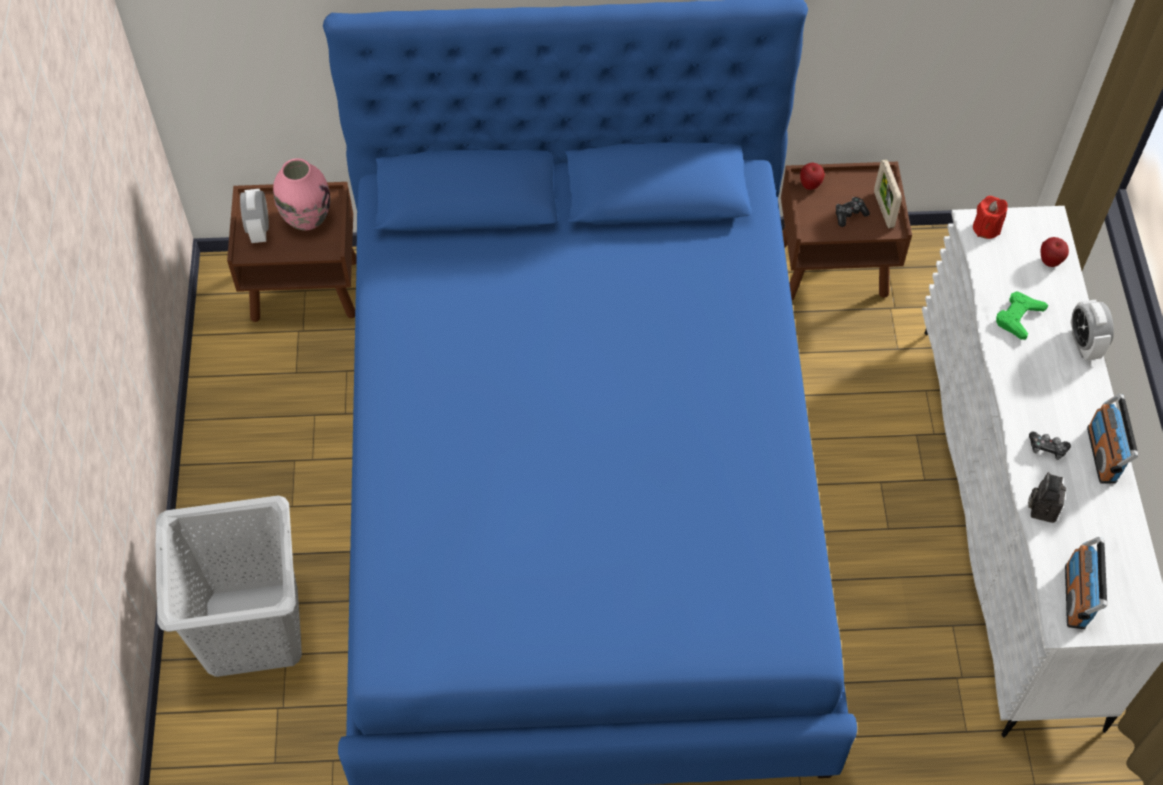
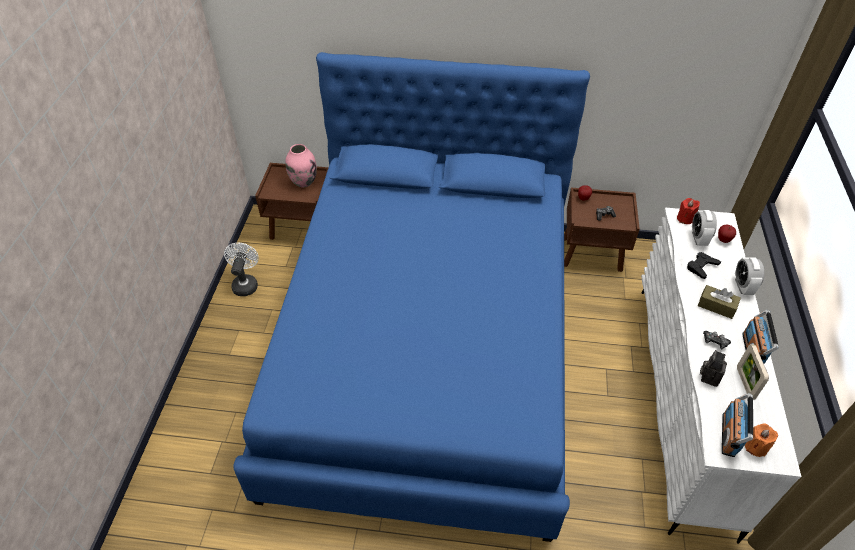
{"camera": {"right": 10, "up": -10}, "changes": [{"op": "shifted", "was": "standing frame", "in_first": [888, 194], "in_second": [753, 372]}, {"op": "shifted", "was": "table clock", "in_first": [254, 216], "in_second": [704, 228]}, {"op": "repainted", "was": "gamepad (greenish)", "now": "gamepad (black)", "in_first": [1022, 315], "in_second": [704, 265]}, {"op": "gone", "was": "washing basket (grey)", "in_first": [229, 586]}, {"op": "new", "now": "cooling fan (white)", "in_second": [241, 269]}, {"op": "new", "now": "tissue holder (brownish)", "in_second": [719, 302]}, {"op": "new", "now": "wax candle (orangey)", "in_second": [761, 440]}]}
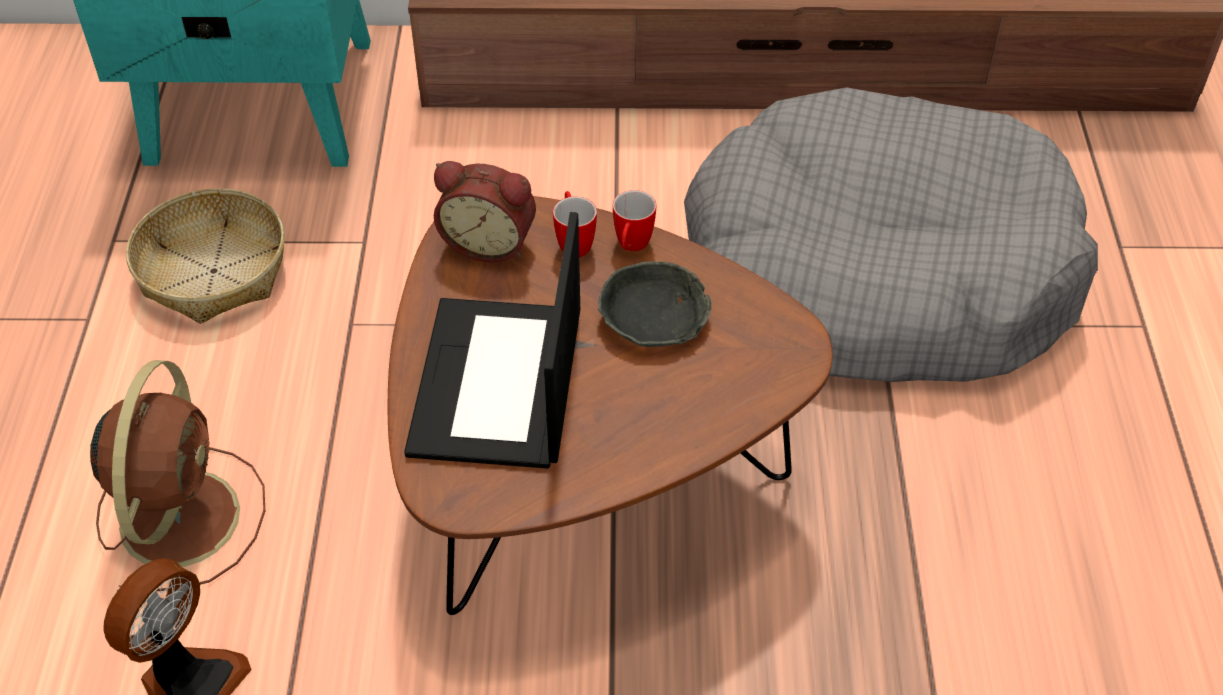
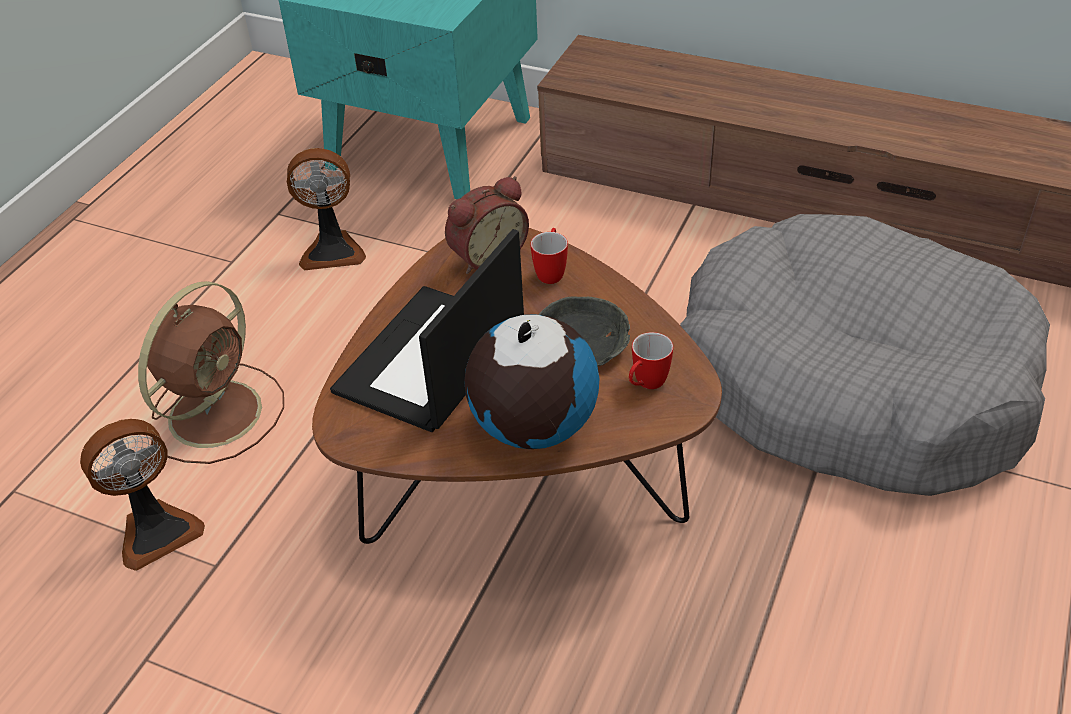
{"camera": {"right": 25, "up": -5}, "changes": [{"op": "rotated", "was": "table clock", "in_first": [485, 211], "in_second": [487, 225], "clockwise": -75}, {"op": "swapped", "was": "household basket", "now": "cooling fan", "in_first": [205, 256], "in_second": [326, 209]}, {"op": "shifted", "was": "mug", "in_first": [634, 220], "in_second": [651, 360]}, {"op": "new", "now": "world globe", "in_second": [531, 381]}]}
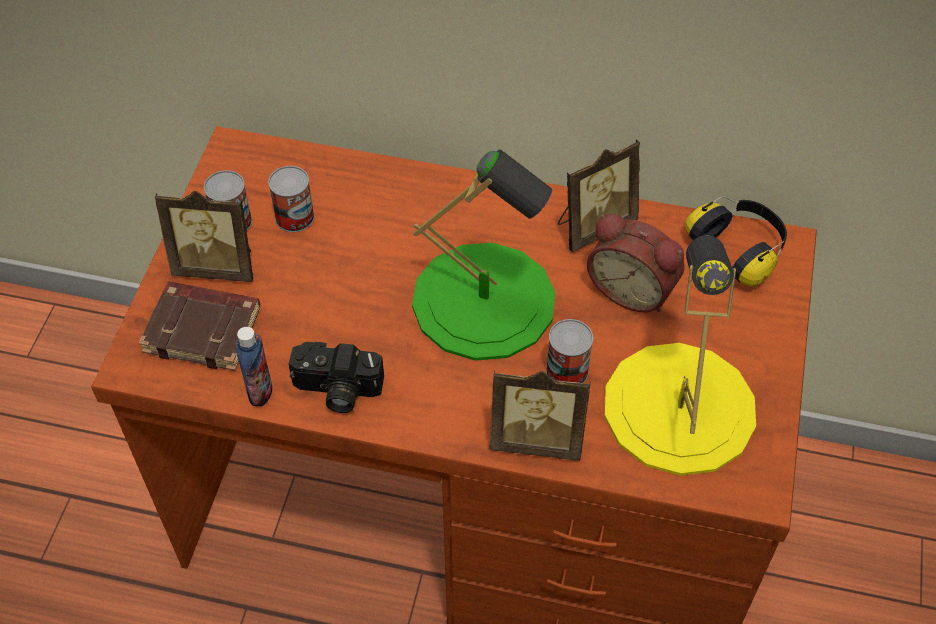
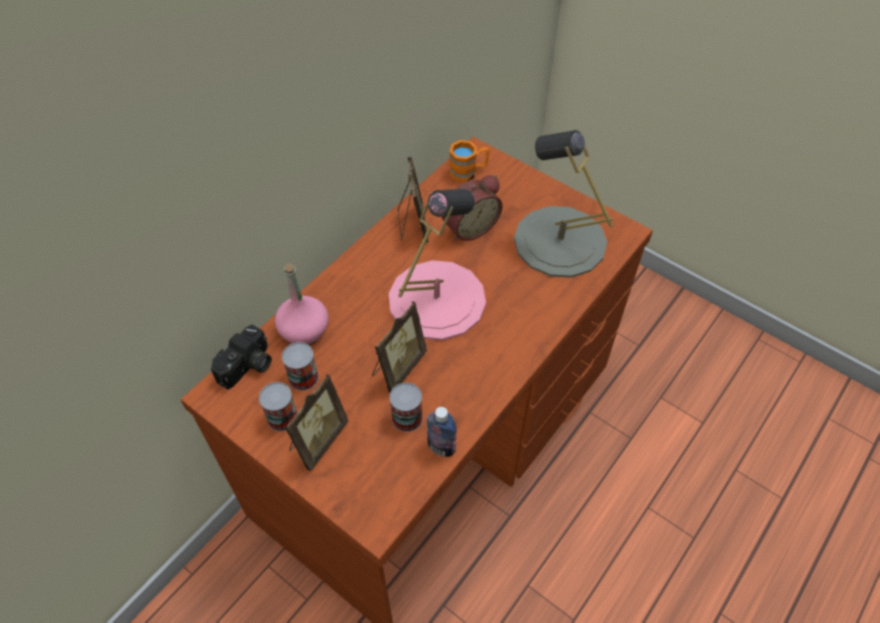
{"camera": {"right": -65, "up": 0}, "changes": [{"op": "repainted", "was": "tabletop lamp (greenish)", "now": "tabletop lamp (pink)", "in_first": [483, 255], "in_second": [437, 264]}, {"op": "swapped", "was": "pair of headphones", "now": "mug (orangey)", "in_first": [736, 241], "in_second": [469, 161]}, {"op": "repainted", "was": "tabletop lamp (yellowish)", "now": "tabletop lamp (grey)", "in_first": [680, 355], "in_second": [563, 204]}, {"op": "gone", "was": "bound book (brownish)", "in_first": [199, 326]}, {"op": "shifted", "was": "sealed can", "in_first": [569, 351], "in_second": [406, 407]}, {"op": "shifted", "was": "photo camera", "in_first": [336, 377], "in_second": [241, 357]}, {"op": "shifted", "was": "standing frame", "in_first": [540, 415], "in_second": [399, 347]}, {"op": "new", "now": "drink bottle (pink)", "in_second": [302, 304]}]}
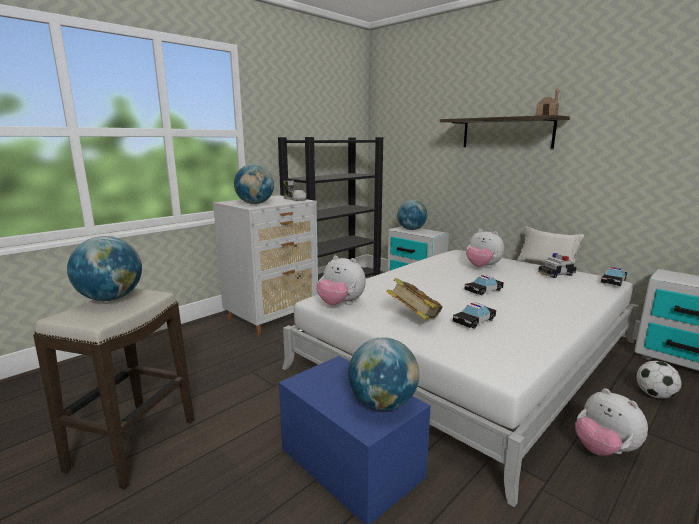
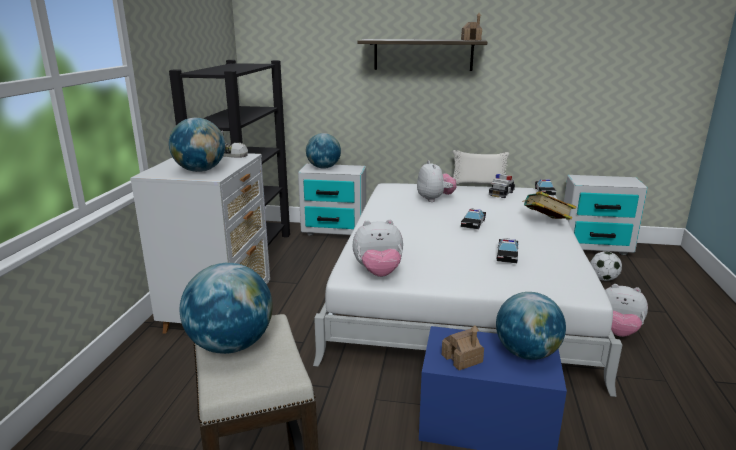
{"camera": {"right": -35, "up": 5}, "changes": [{"op": "rotated", "was": "soft toy", "in_first": [485, 248], "in_second": [437, 181], "clockwise": -105}, {"op": "shifted", "was": "bound book", "in_first": [414, 299], "in_second": [549, 205]}, {"op": "new", "now": "model house", "in_second": [463, 347]}]}
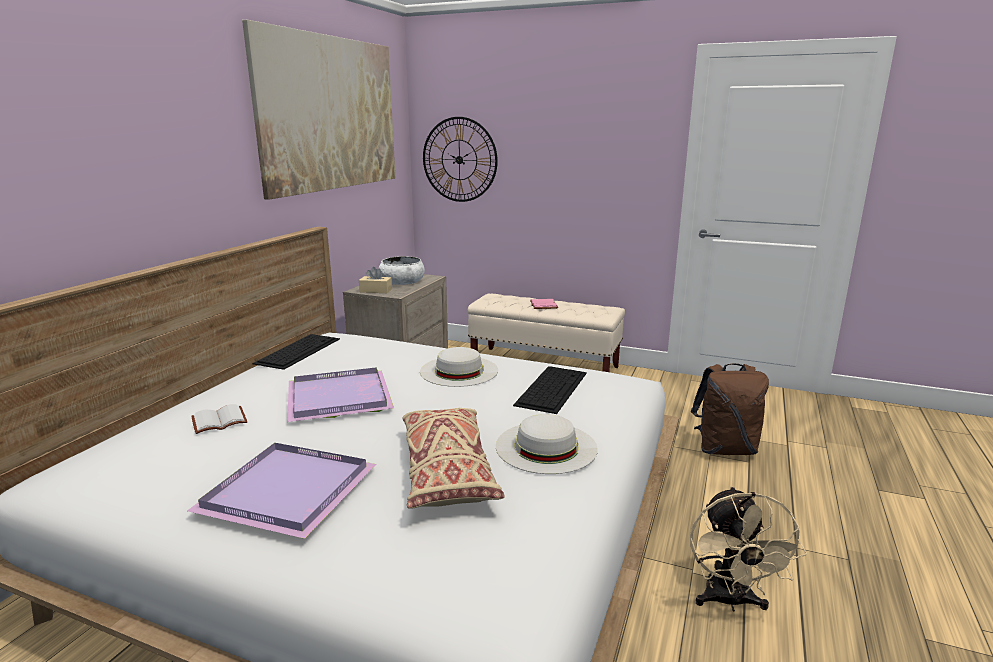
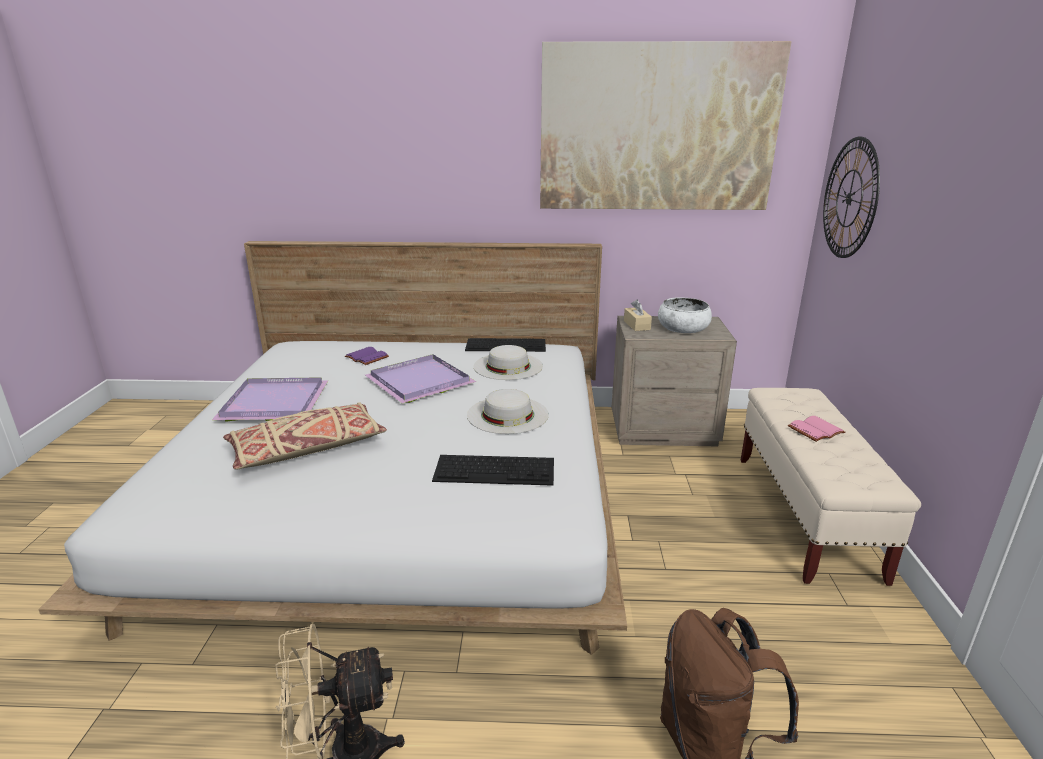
{"camera": {"right": 70, "up": 5}, "changes": [{"op": "repainted", "was": "bound book (white)", "now": "bound book (purplish)", "in_first": [219, 419], "in_second": [366, 356]}, {"op": "shifted", "was": "clothing hat (white)", "in_first": [547, 444], "in_second": [508, 362]}]}
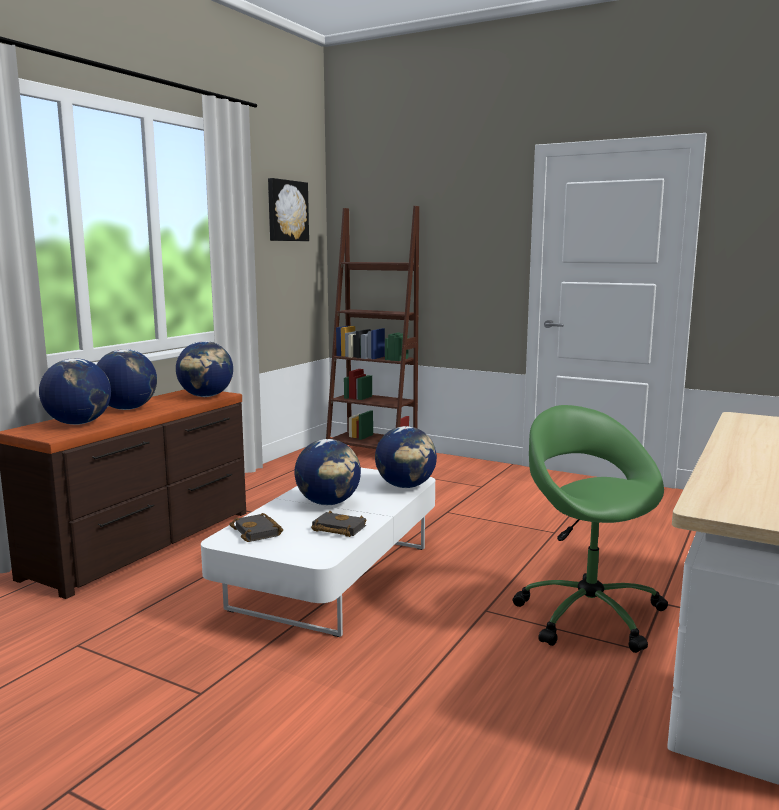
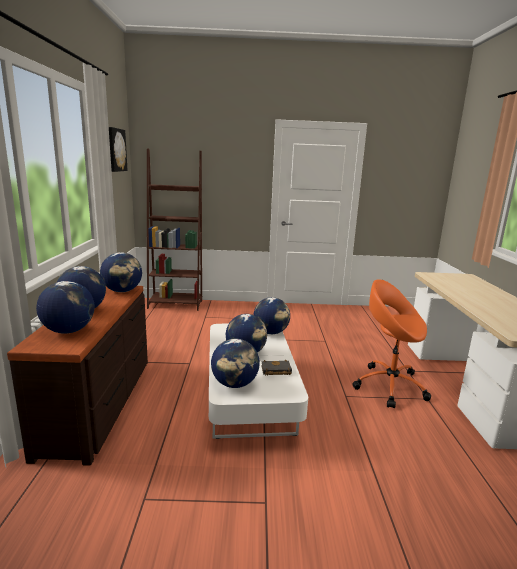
{"camera": {"right": -30, "up": 5}, "changes": [{"op": "repainted", "was": "office chair (greenish)", "now": "office chair (orangey)", "in_first": [590, 529], "in_second": [392, 343]}, {"op": "swapped", "was": "bound book (black)", "now": "world globe", "in_first": [256, 527], "in_second": [235, 363]}]}
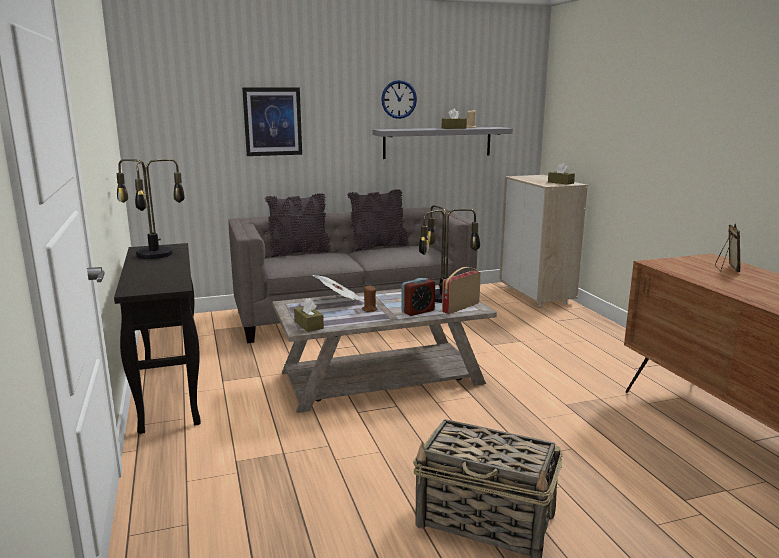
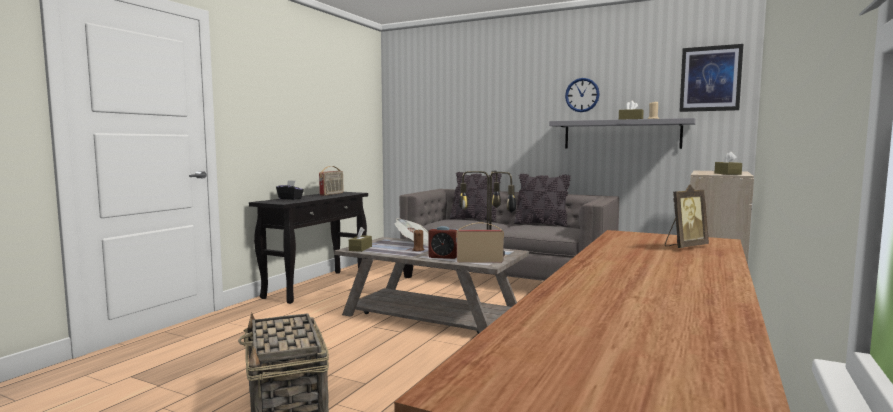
{"camera": {"right": 45, "up": -10}, "changes": [{"op": "shifted", "was": "picture", "in_first": [272, 121], "in_second": [711, 78]}, {"op": "swapped", "was": "tabletop lamp", "now": "radio set", "in_first": [151, 209], "in_second": [331, 181]}, {"op": "new", "now": "tissue holder (black)", "in_second": [290, 190]}]}
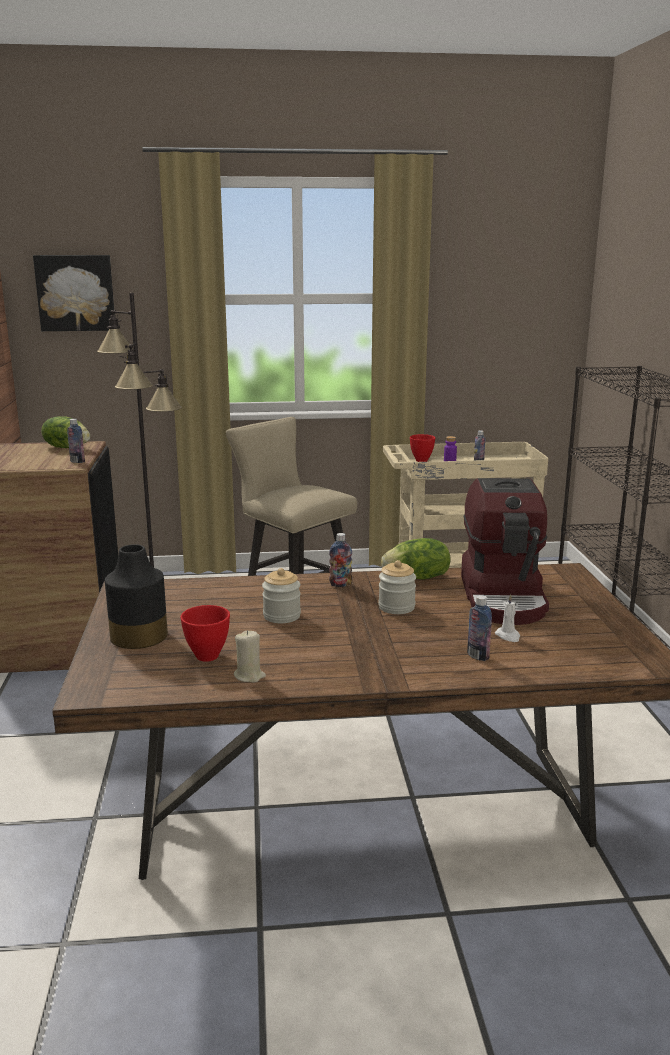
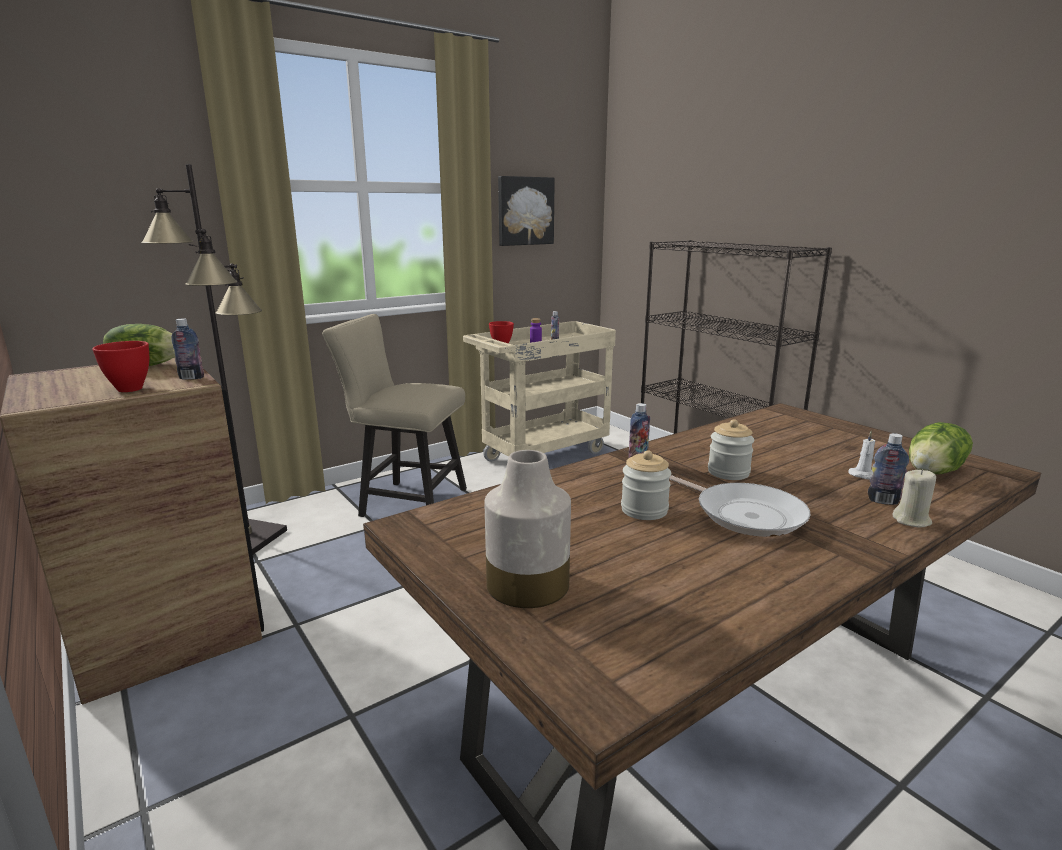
{"camera": {"right": -30, "up": 0}, "changes": [{"op": "shifted", "was": "picture", "in_first": [74, 293], "in_second": [526, 211]}, {"op": "gone", "was": "coffee brewer", "in_first": [505, 551]}, {"op": "shifted", "was": "lettuce", "in_first": [416, 559], "in_second": [941, 448]}, {"op": "repainted", "was": "decorative vase (black)", "now": "decorative vase (beige-coloured)", "in_first": [136, 596], "in_second": [528, 529]}, {"op": "shifted", "was": "bowl (red)", "in_first": [205, 633], "in_second": [120, 366]}, {"op": "shifted", "was": "wax candle (beige-coloured)", "in_first": [250, 656], "in_second": [914, 498]}, {"op": "new", "now": "pan", "in_second": [739, 506]}]}
